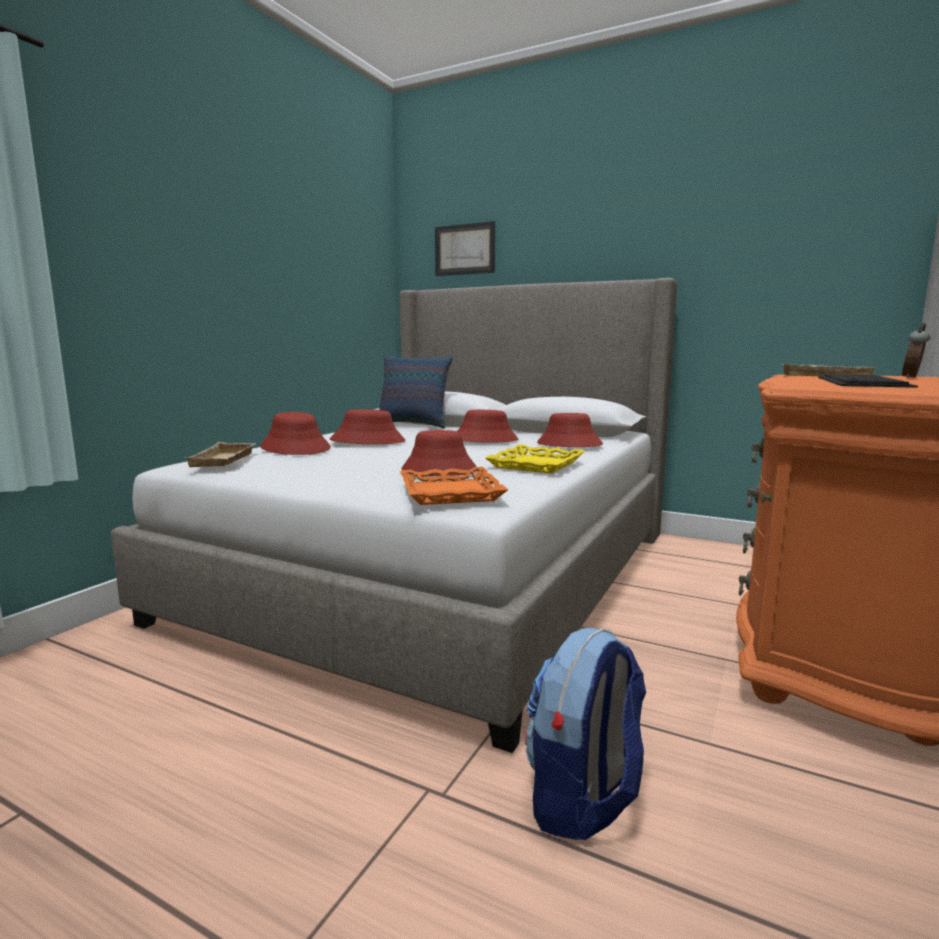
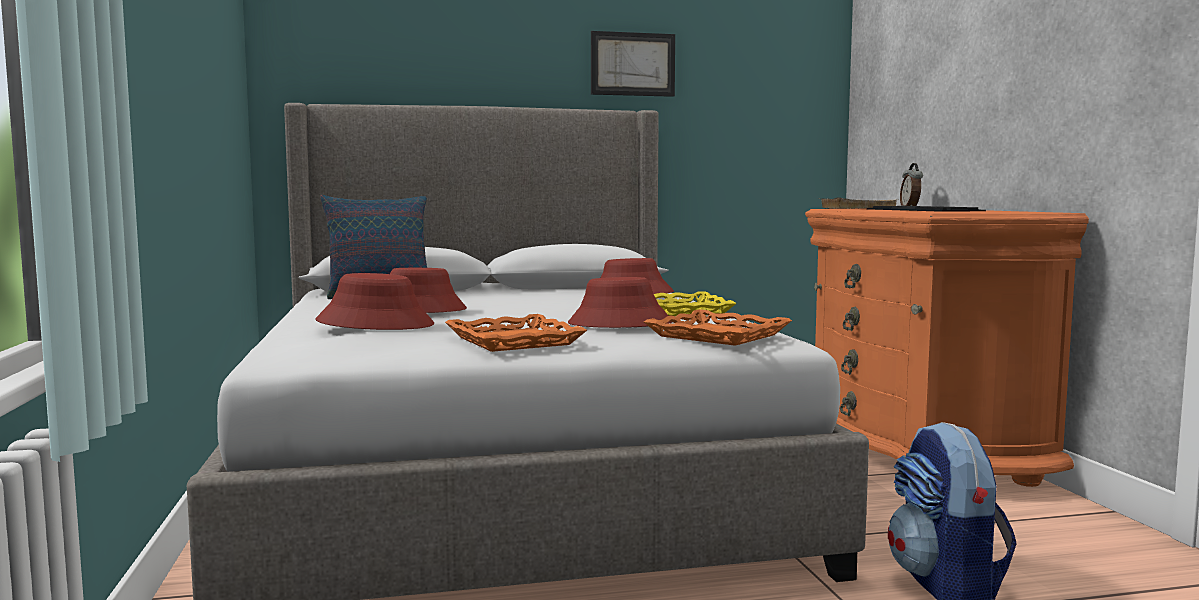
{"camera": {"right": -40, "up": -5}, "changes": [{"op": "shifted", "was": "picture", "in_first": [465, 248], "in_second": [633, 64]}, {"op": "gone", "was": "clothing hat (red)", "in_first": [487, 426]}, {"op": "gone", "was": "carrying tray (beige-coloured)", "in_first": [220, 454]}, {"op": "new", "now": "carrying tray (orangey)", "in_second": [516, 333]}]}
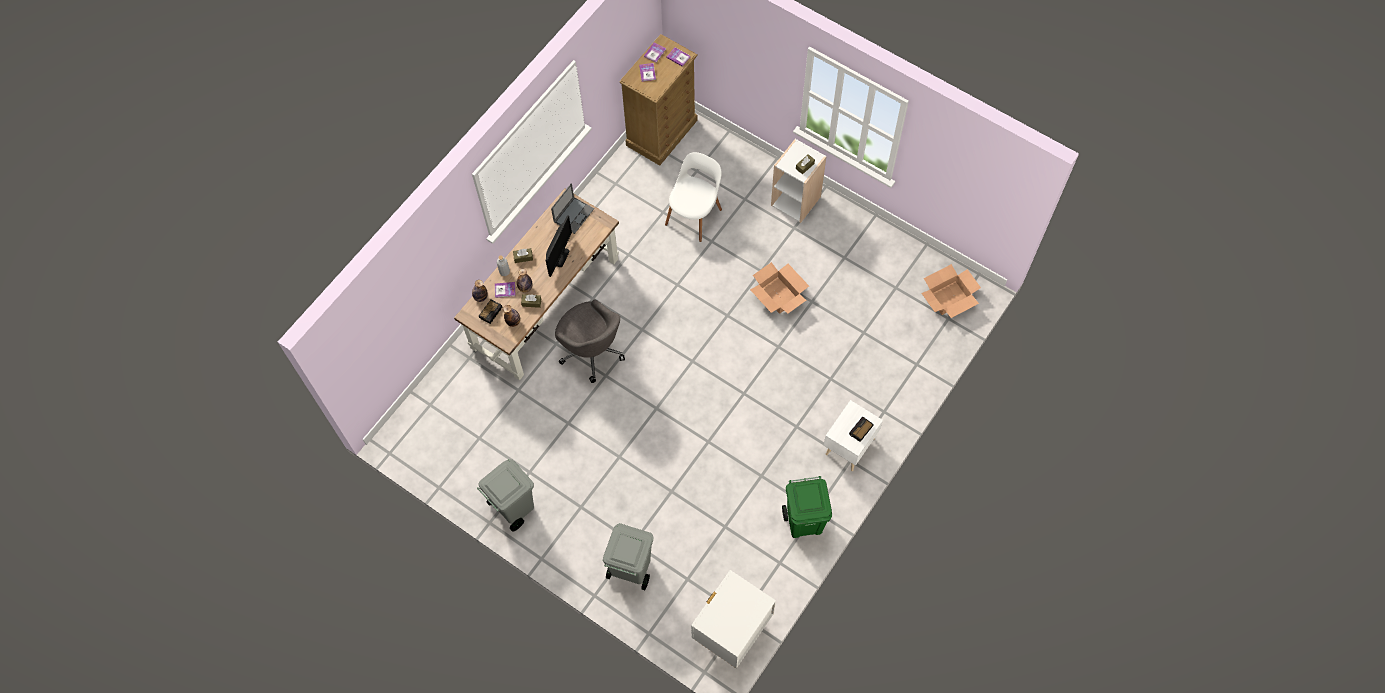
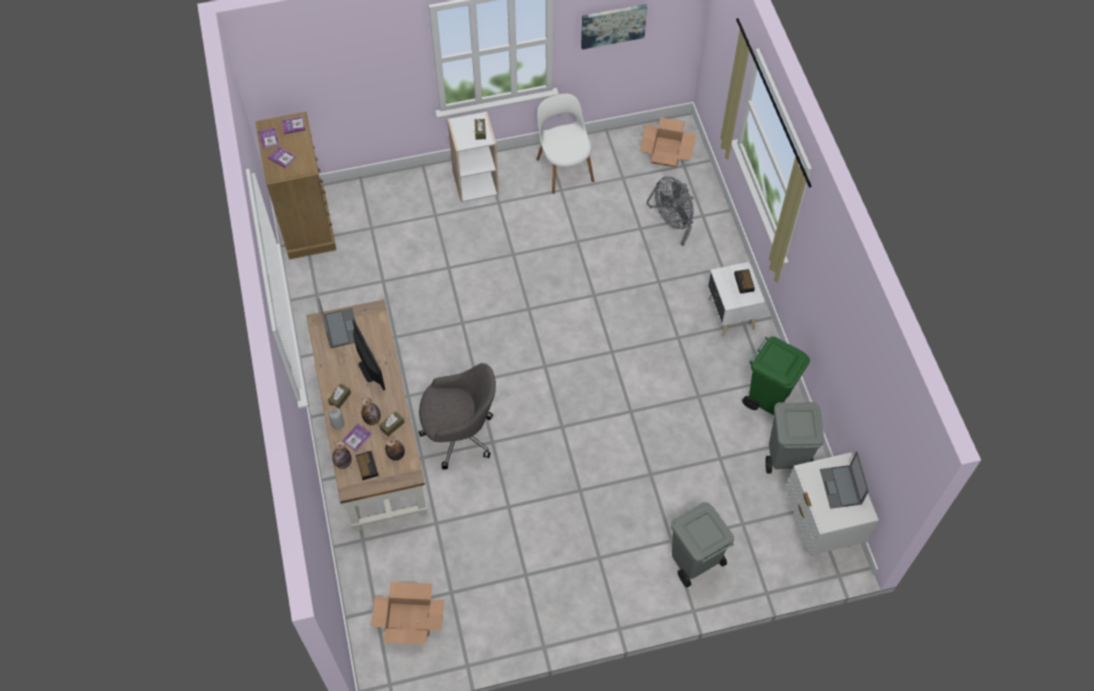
{"camera": {"right": -50, "up": -5}, "changes": [{"op": "shifted", "was": "plain chair (white)", "in_first": [693, 197], "in_second": [565, 144]}, {"op": "shifted", "was": "packing box", "in_first": [779, 288], "in_second": [407, 613]}, {"op": "shifted", "was": "waste bin (grey)", "in_first": [505, 495], "in_second": [794, 438]}, {"op": "new", "now": "picture", "in_second": [614, 27]}, {"op": "new", "now": "cooling fan (grey)", "in_second": [670, 211]}, {"op": "new", "now": "notebook computer", "in_second": [844, 480]}]}
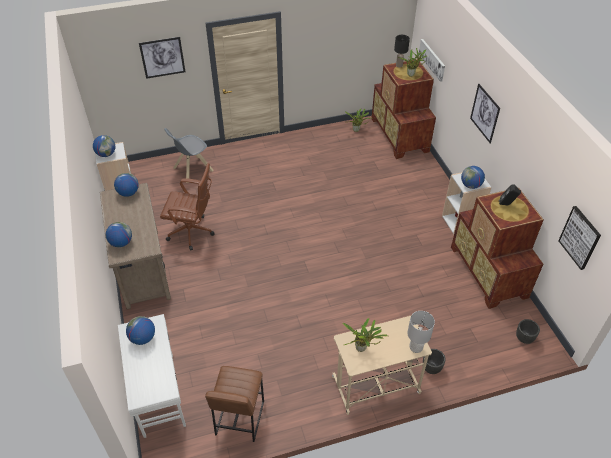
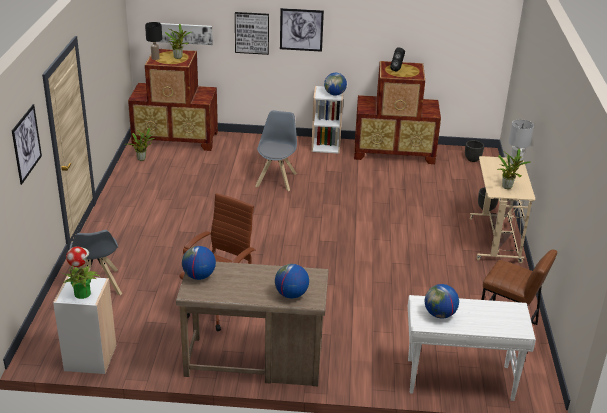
{"camera": {"right": -70, "up": -15}, "changes": [{"op": "swapped", "was": "world globe", "now": "plant in a pot", "in_first": [104, 146], "in_second": [80, 272]}, {"op": "shifted", "was": "picture", "in_first": [579, 238], "in_second": [252, 33]}, {"op": "new", "now": "plain chair (grey)", "in_second": [276, 150]}]}
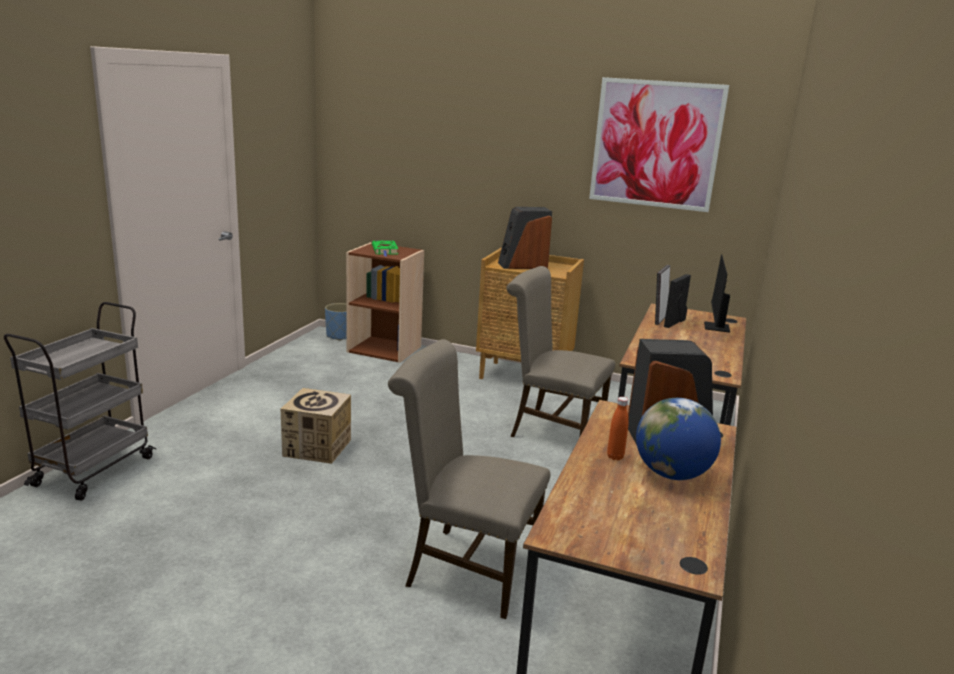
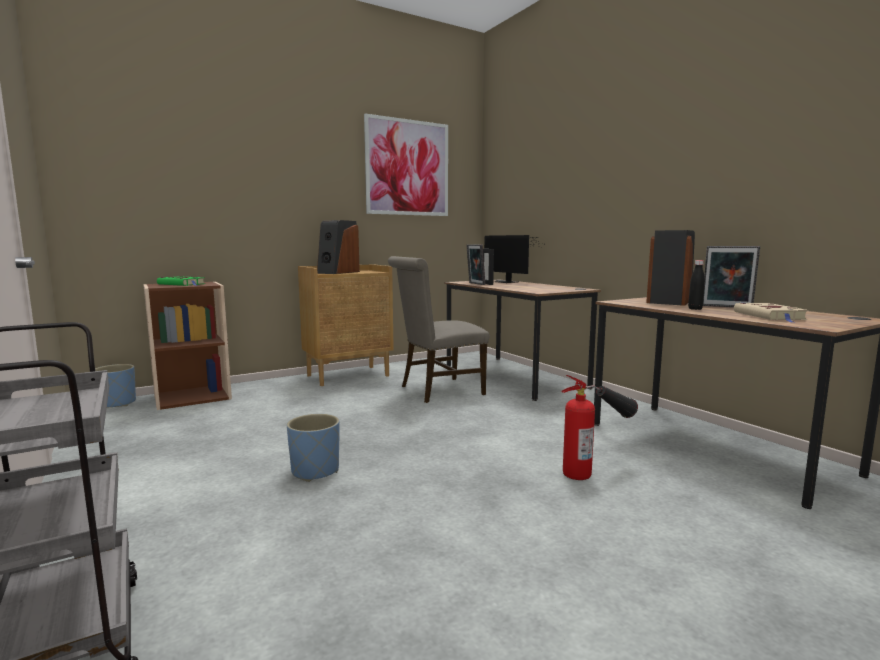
{"camera": {"right": -50, "up": -10}, "changes": [{"op": "swapped", "was": "plain chair (beige-coloured)", "now": "extinguisher", "in_first": [469, 479], "in_second": [600, 427]}, {"op": "swapped", "was": "packing box", "now": "planter (bluish)", "in_first": [316, 426], "in_second": [313, 448]}, {"op": "repainted", "was": "drink bottle (orangey)", "now": "drink bottle (black)", "in_first": [617, 428], "in_second": [696, 285]}, {"op": "swapped", "was": "world globe", "now": "standing frame", "in_first": [678, 439], "in_second": [731, 276]}, {"op": "new", "now": "bound book (beige-coloured)", "in_second": [771, 312]}]}
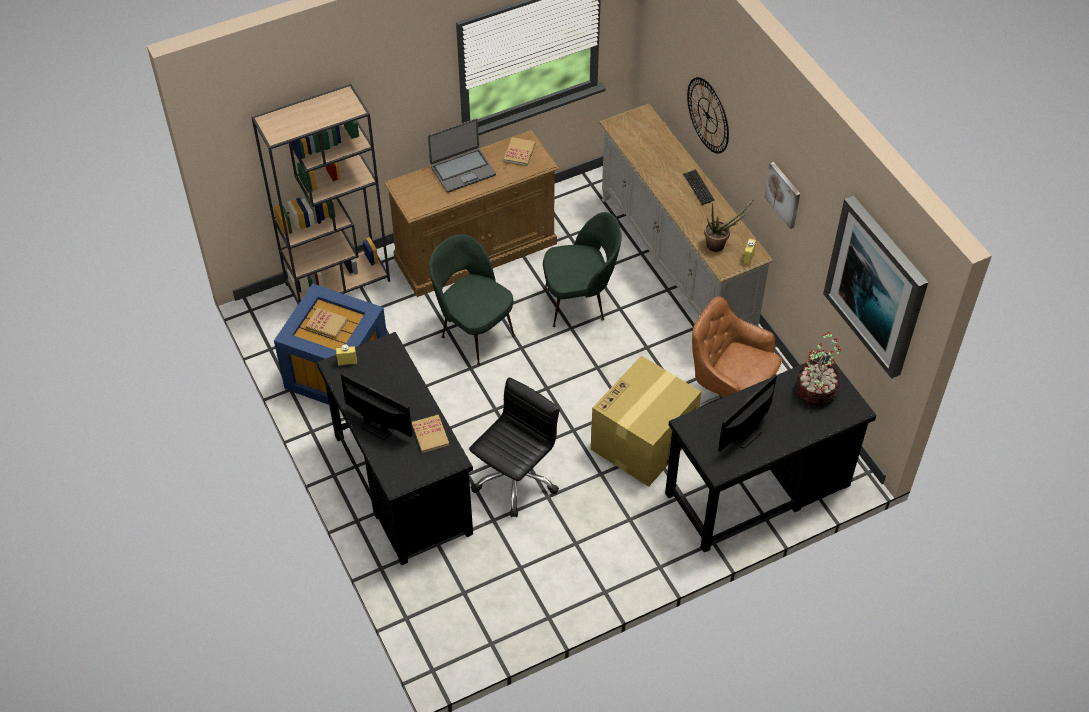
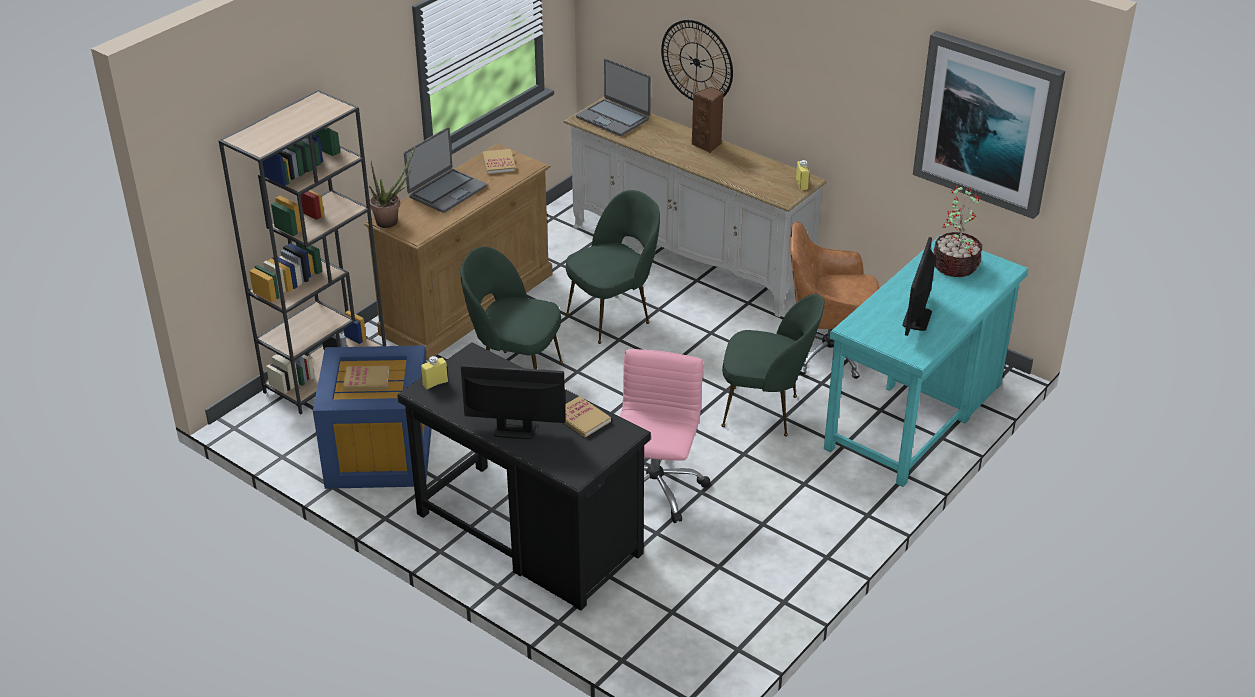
{"camera": {"right": -25, "up": -15}, "changes": [{"op": "gone", "was": "picture", "in_first": [782, 195]}, {"op": "swapped", "was": "keyboard", "now": "audio speaker (brownish)", "in_first": [699, 187], "in_second": [708, 120]}, {"op": "shifted", "was": "plant in a pot", "in_first": [729, 225], "in_second": [392, 187]}, {"op": "repainted", "was": "desk unit (black)", "now": "desk unit (turquoise-coloured)", "in_first": [770, 452], "in_second": [926, 361]}, {"op": "swapped", "was": "packing box", "now": "plain chair (greenish)", "in_first": [646, 421], "in_second": [773, 365]}, {"op": "repainted", "was": "office chair (black)", "now": "office chair (pink)", "in_first": [514, 447], "in_second": [665, 436]}, {"op": "new", "now": "notebook computer", "in_second": [613, 97]}]}
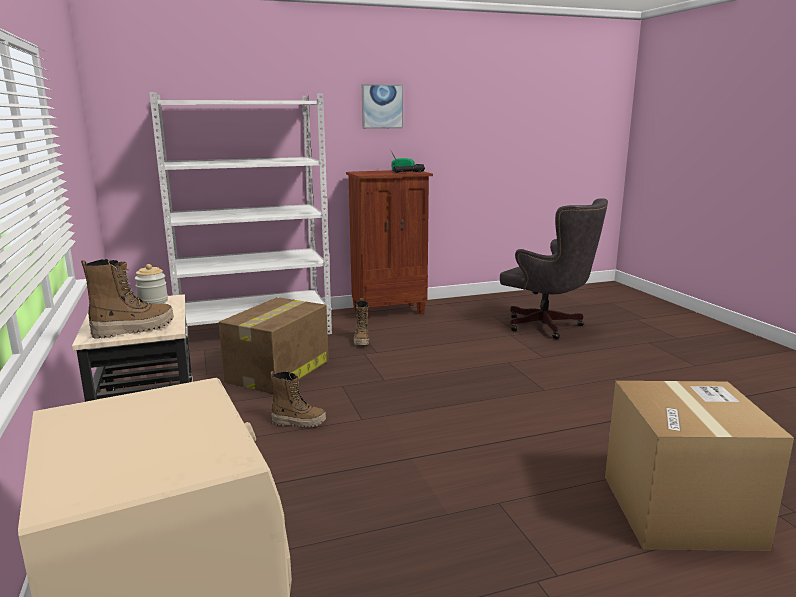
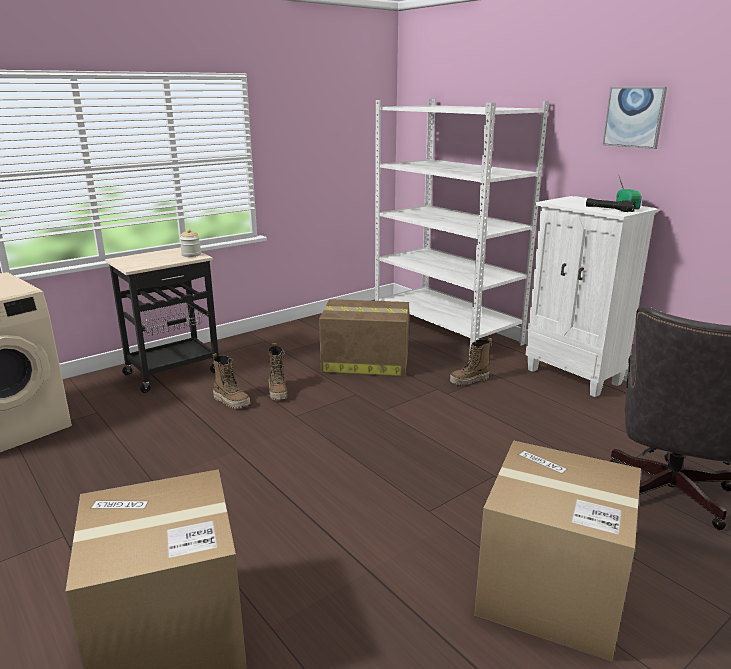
{"camera": {"right": 70, "up": 5}, "changes": [{"op": "repainted", "was": "storage cabinet (brownish)", "now": "storage cabinet (white)", "in_first": [389, 243], "in_second": [592, 296]}, {"op": "shifted", "was": "high-top boot", "in_first": [127, 299], "in_second": [231, 381]}, {"op": "new", "now": "packing box", "in_second": [557, 550]}]}
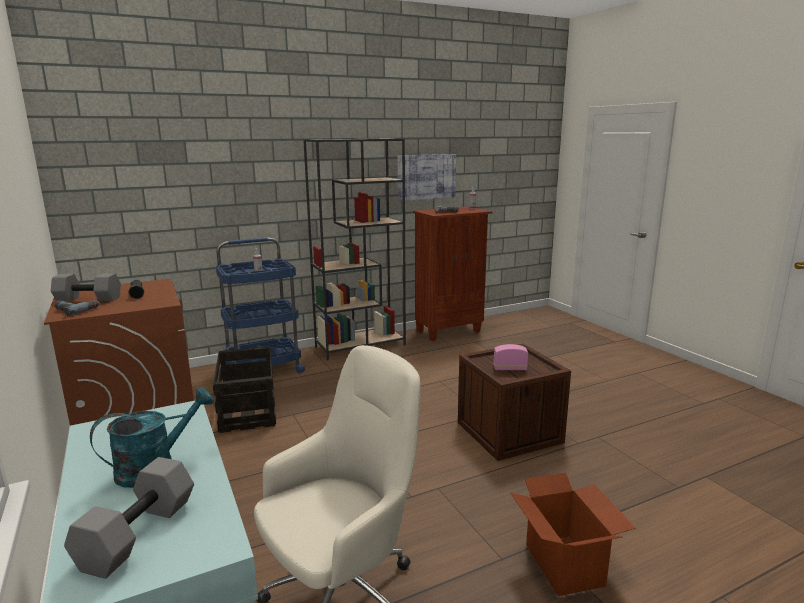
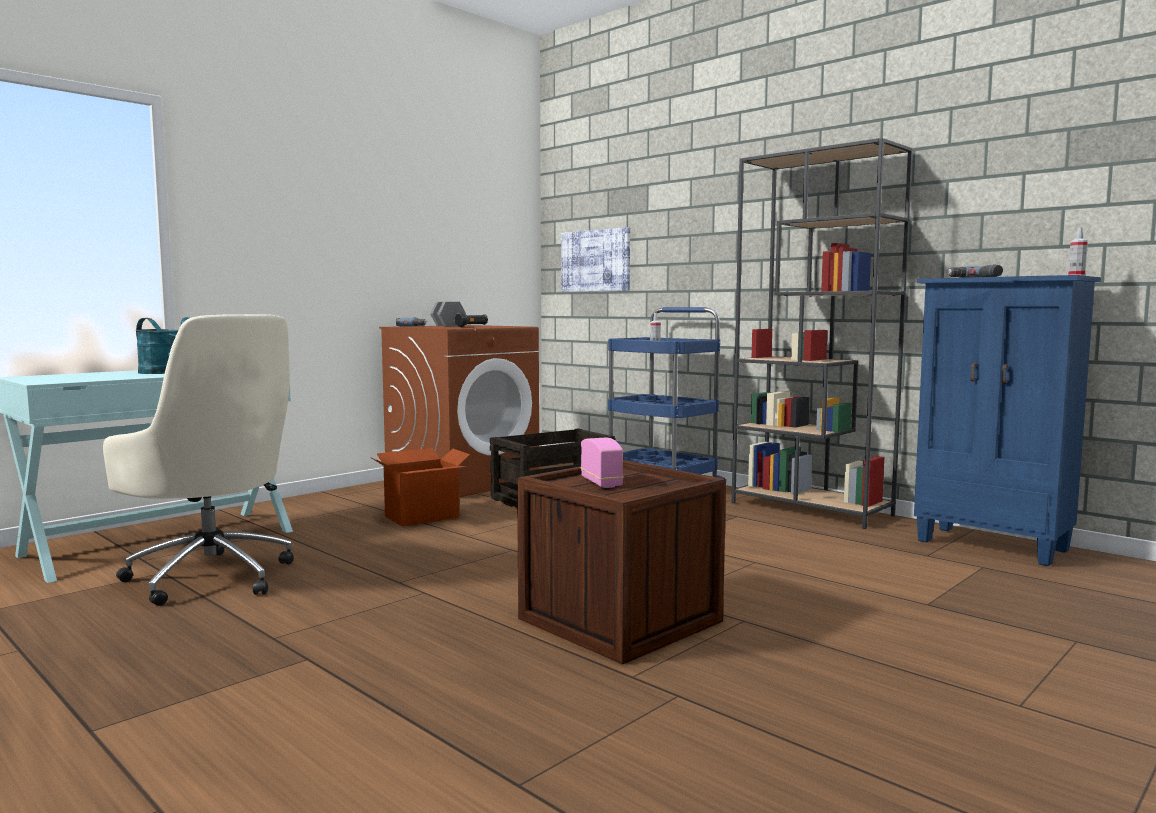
{"camera": {"right": 70, "up": -10}, "changes": [{"op": "shifted", "was": "picture", "in_first": [427, 177], "in_second": [595, 259]}, {"op": "repainted", "was": "storage cabinet (brownish)", "now": "storage cabinet (bluish)", "in_first": [452, 274], "in_second": [1007, 420]}, {"op": "gone", "was": "dumbbell (grey)", "in_first": [129, 518]}, {"op": "shifted", "was": "packing box", "in_first": [573, 534], "in_second": [420, 487]}]}
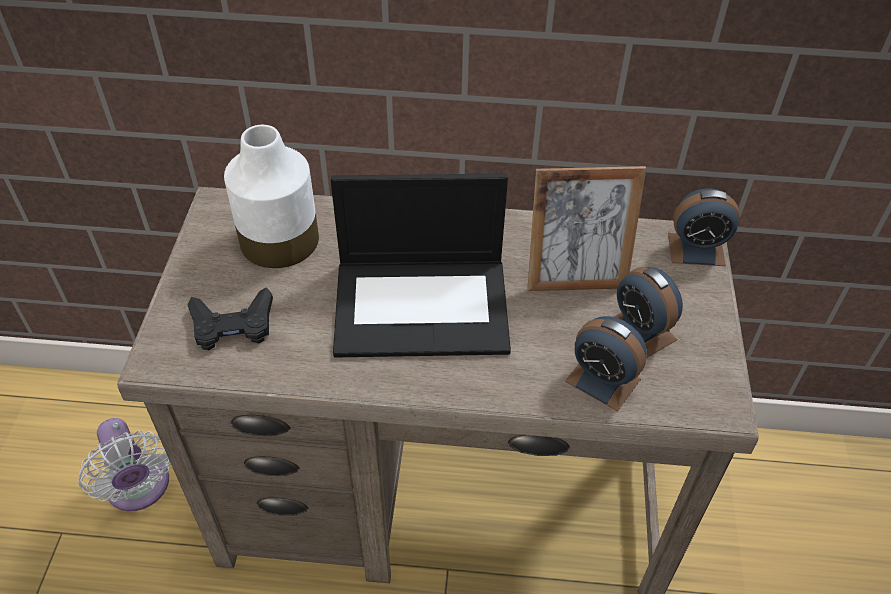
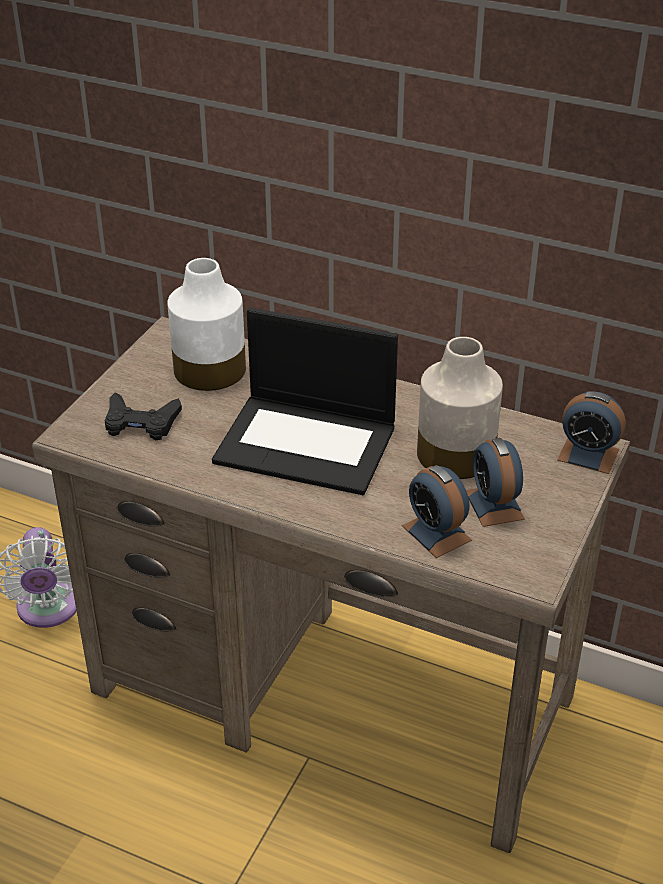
{"camera": {"right": 20, "up": -10}, "changes": [{"op": "swapped", "was": "standing frame", "now": "decorative vase (beige-coloured)", "in_first": [586, 228], "in_second": [460, 408]}]}
